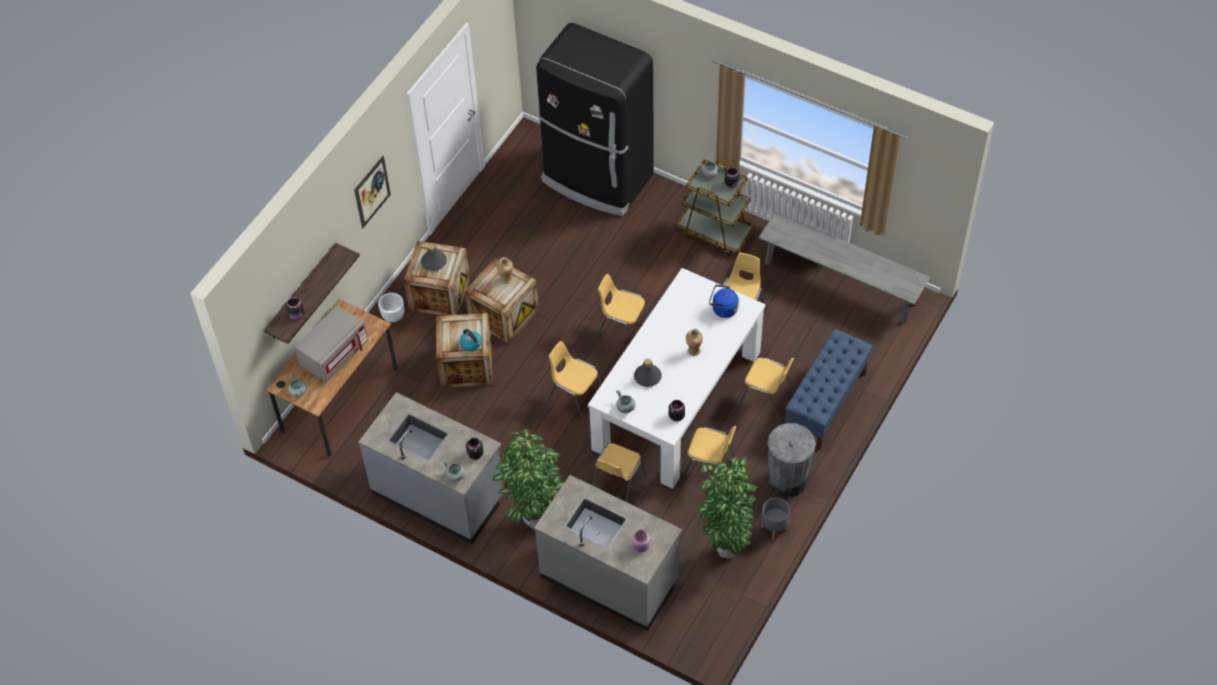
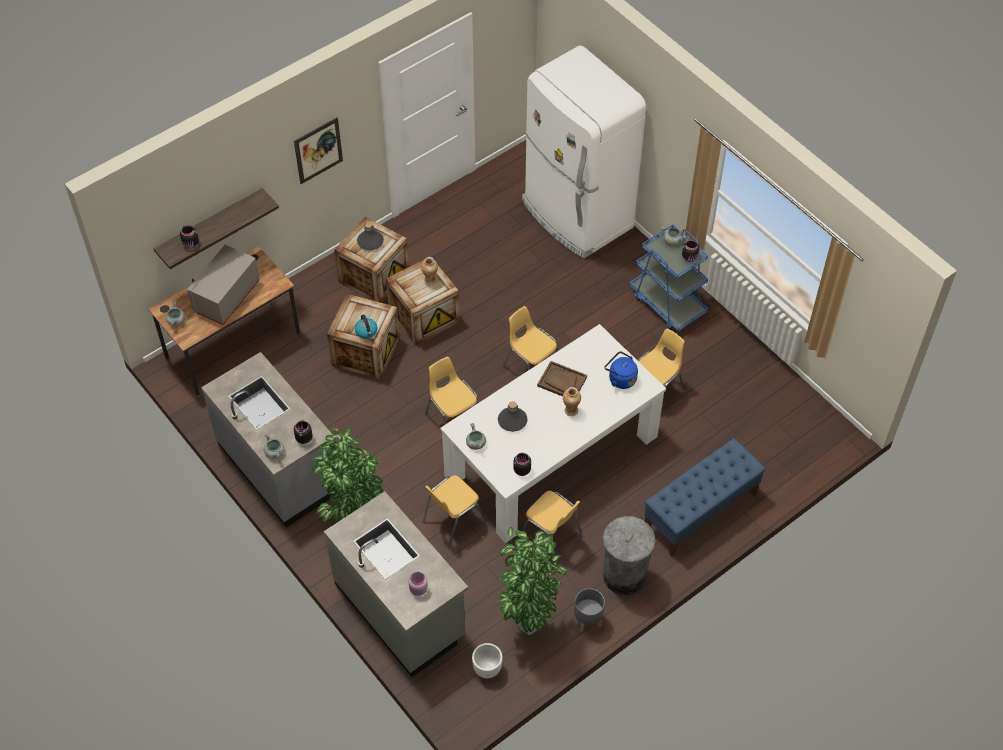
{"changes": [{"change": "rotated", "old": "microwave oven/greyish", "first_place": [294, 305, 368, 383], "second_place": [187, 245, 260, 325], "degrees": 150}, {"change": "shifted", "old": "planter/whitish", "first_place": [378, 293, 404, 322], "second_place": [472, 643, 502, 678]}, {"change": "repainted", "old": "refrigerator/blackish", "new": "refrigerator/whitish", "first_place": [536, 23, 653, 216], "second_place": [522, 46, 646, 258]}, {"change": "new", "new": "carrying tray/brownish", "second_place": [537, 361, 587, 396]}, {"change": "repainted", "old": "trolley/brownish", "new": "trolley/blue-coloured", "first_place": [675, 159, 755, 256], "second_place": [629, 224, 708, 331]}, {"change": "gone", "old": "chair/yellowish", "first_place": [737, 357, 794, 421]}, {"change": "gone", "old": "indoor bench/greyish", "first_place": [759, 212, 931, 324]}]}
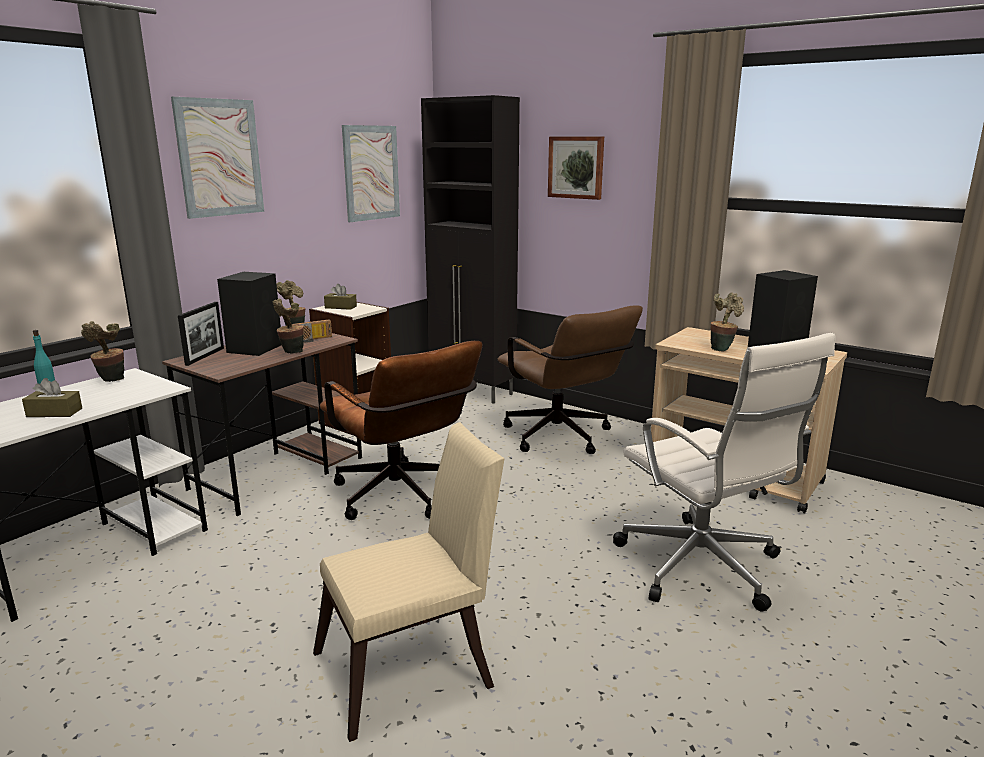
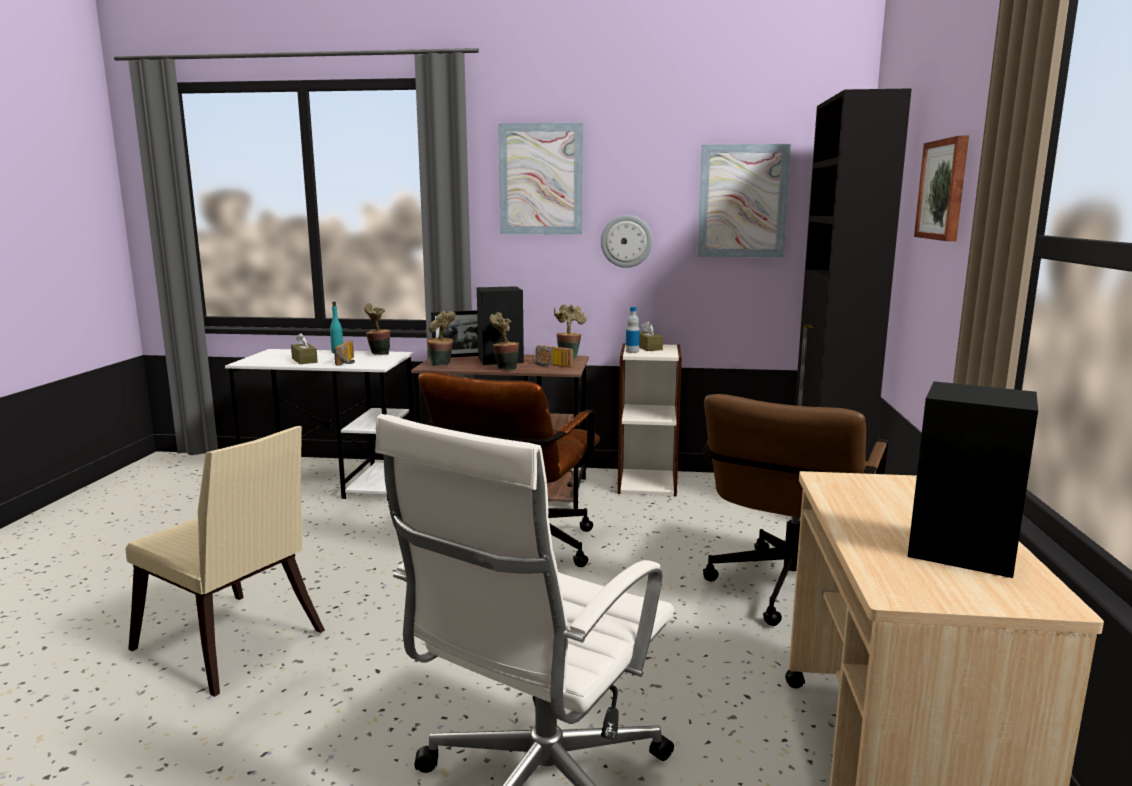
{"changes": [{"change": "new", "new": "radio set", "second_place": [334, 341, 355, 365]}, {"change": "shifted", "old": "plant in a pot", "first_place": [711, 292, 744, 351], "second_place": [427, 311, 456, 366]}, {"change": "new", "new": "hanging clock", "second_place": [601, 215, 653, 268]}, {"change": "new", "new": "bottle", "second_place": [626, 307, 640, 353]}]}
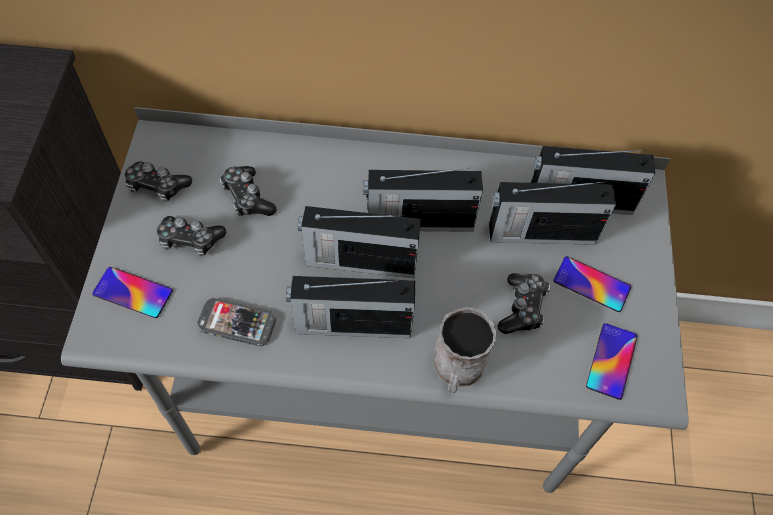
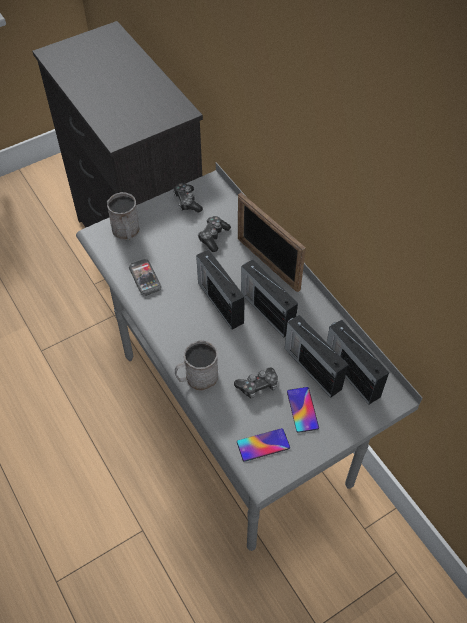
{"changes": [{"change": "swapped", "old": "telephone", "new": "mug/greyish", "first_place": [92, 267, 173, 318], "second_place": [107, 192, 140, 240]}, {"change": "new", "new": "standing frame", "second_place": [238, 193, 306, 292]}, {"change": "gone", "old": "joypad", "first_place": [157, 216, 226, 256]}, {"change": "gone", "old": "radio set", "first_place": [286, 276, 415, 338]}]}
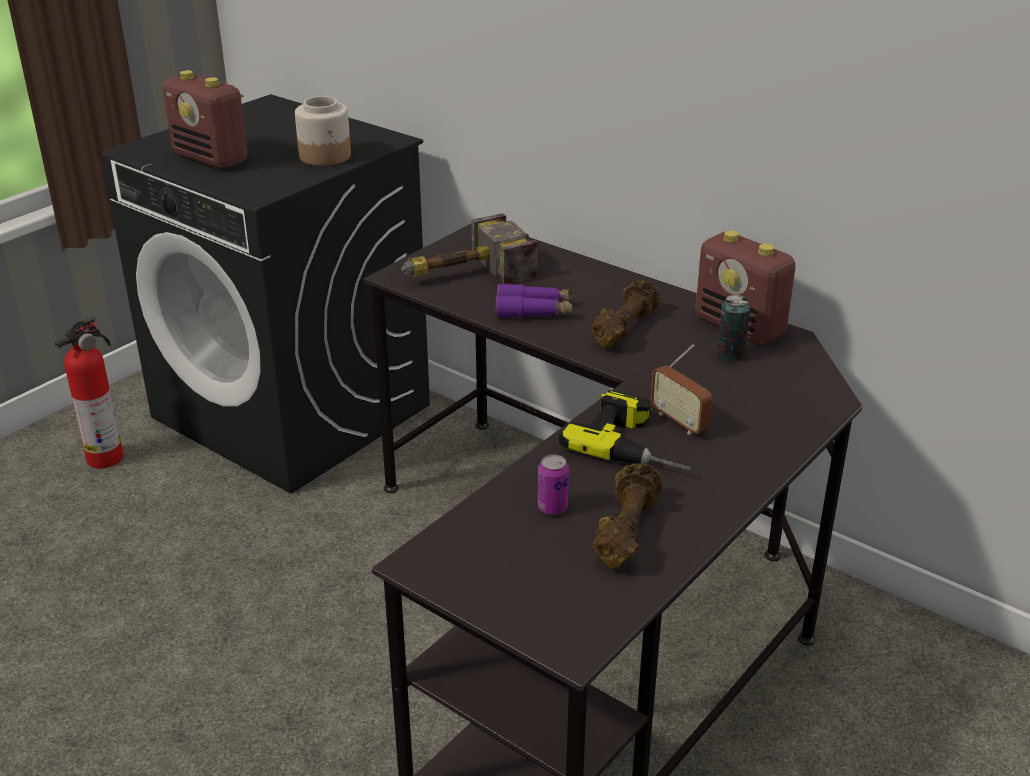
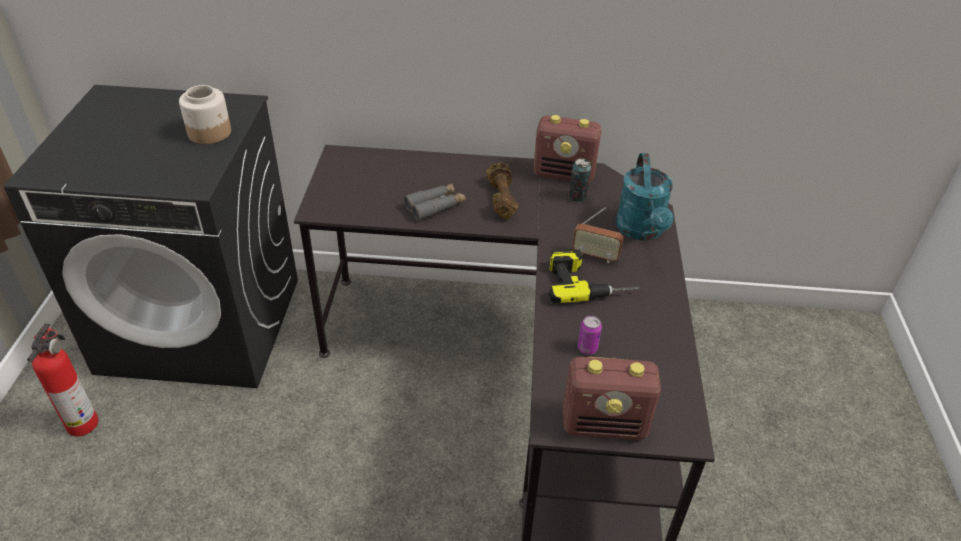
{"changes": [{"change": "repainted", "old": "pair of binoculars/purple", "new": "pair of binoculars/greyish", "first_place": [496, 284, 572, 318], "second_place": [404, 183, 466, 221]}, {"change": "shifted", "old": "radio set", "first_place": [163, 70, 248, 169], "second_place": [563, 357, 661, 440]}, {"change": "new", "new": "watering pot/turquoise-coloured", "second_place": [616, 153, 674, 241]}, {"change": "gone", "old": "hand hammer", "first_place": [401, 213, 537, 284]}, {"change": "gone", "old": "dumbbell/brownish", "first_place": [593, 463, 662, 569]}]}
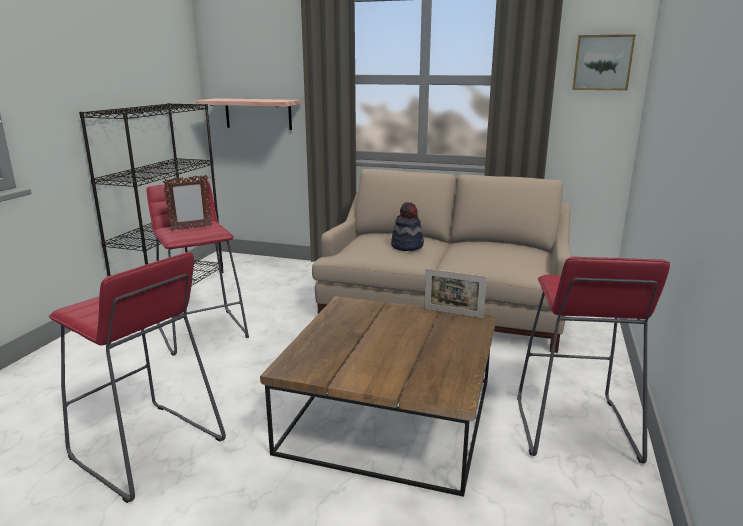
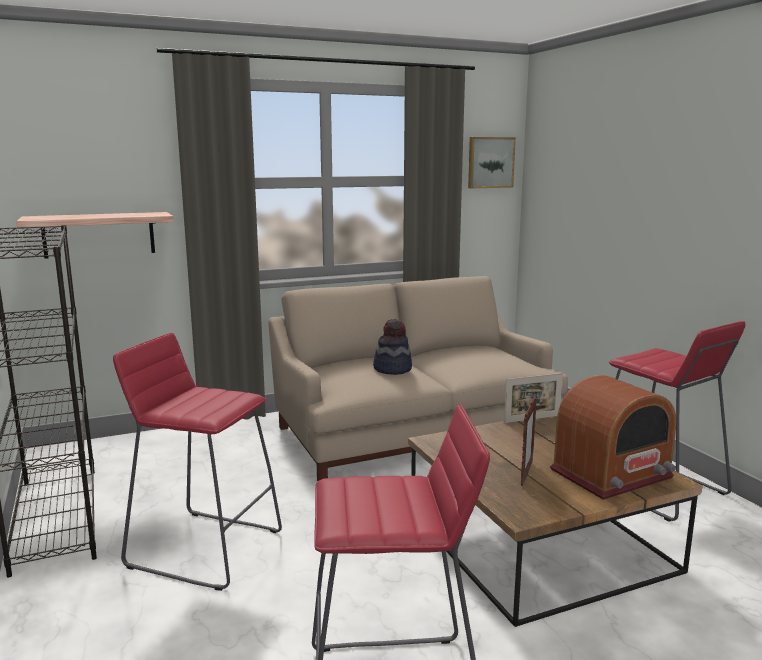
{"changes": [{"change": "shifted", "old": "standing frame", "first_place": [163, 175, 213, 231], "second_place": [521, 394, 537, 486]}, {"change": "new", "new": "radio set", "second_place": [550, 375, 676, 500]}]}
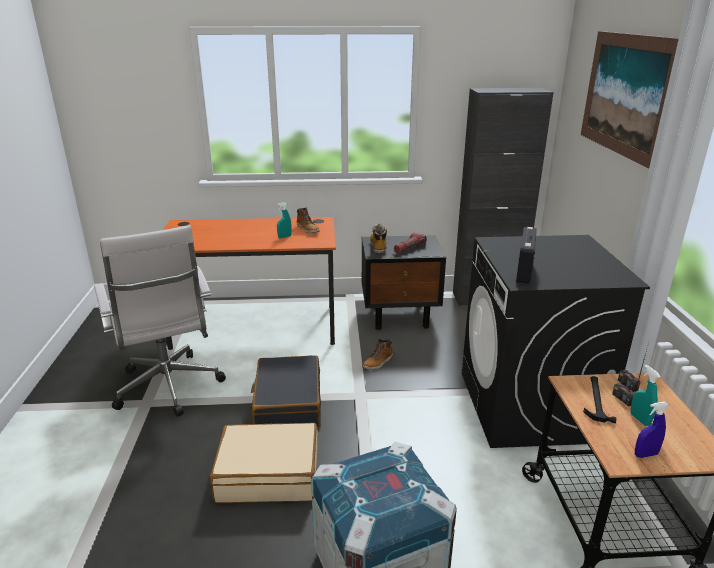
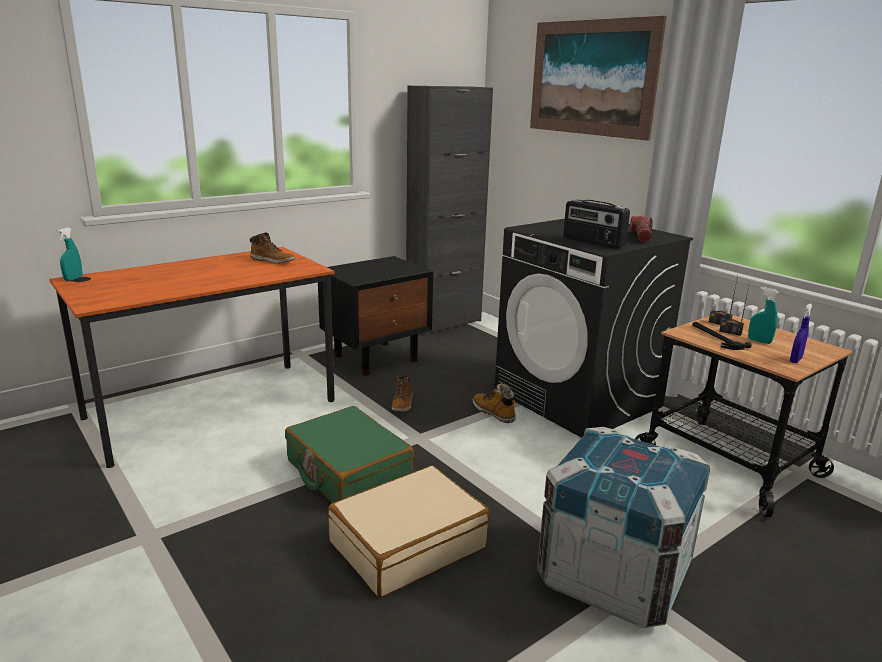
{"changes": [{"change": "shifted", "old": "sprayer/turquoise-coloured", "first_place": [277, 202, 292, 239], "second_place": [57, 227, 82, 281]}, {"change": "repainted", "old": "piece of luggage/blackish", "new": "piece of luggage/greenish", "first_place": [251, 355, 321, 428], "second_place": [285, 406, 414, 503]}, {"change": "shifted", "old": "tall boot", "first_place": [370, 224, 387, 254], "second_place": [473, 383, 516, 423]}, {"change": "rotated", "old": "radio set", "first_place": [516, 227, 537, 284], "second_place": [563, 199, 630, 249], "degrees": 150}, {"change": "shifted", "old": "hand torch", "first_place": [394, 233, 427, 254], "second_place": [630, 216, 653, 242]}, {"change": "gone", "old": "desk chair/whitish", "first_place": [94, 225, 226, 417]}]}
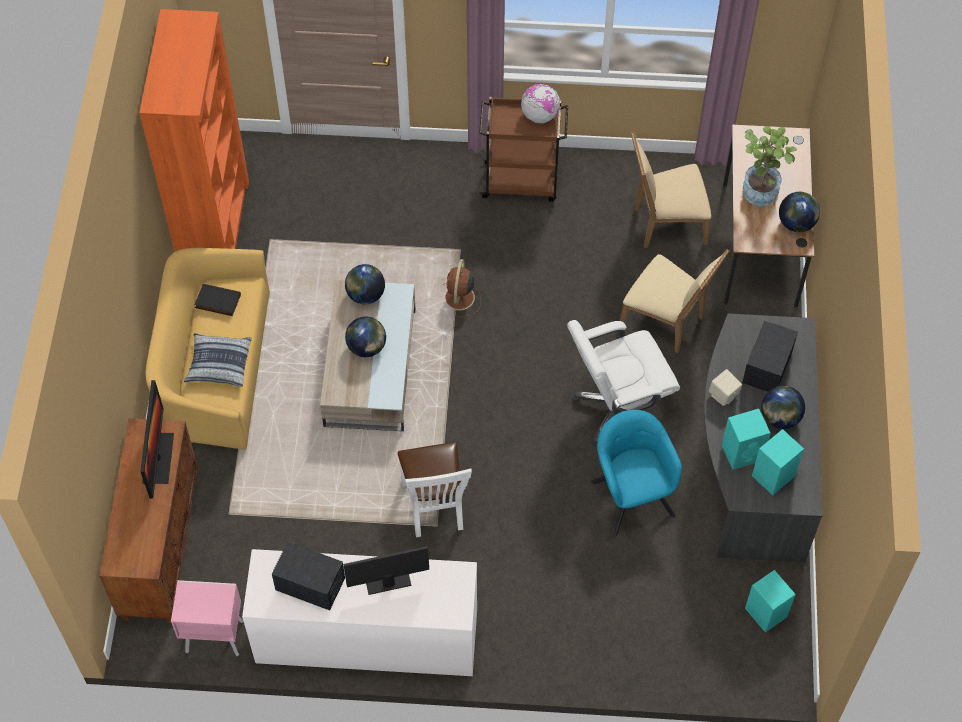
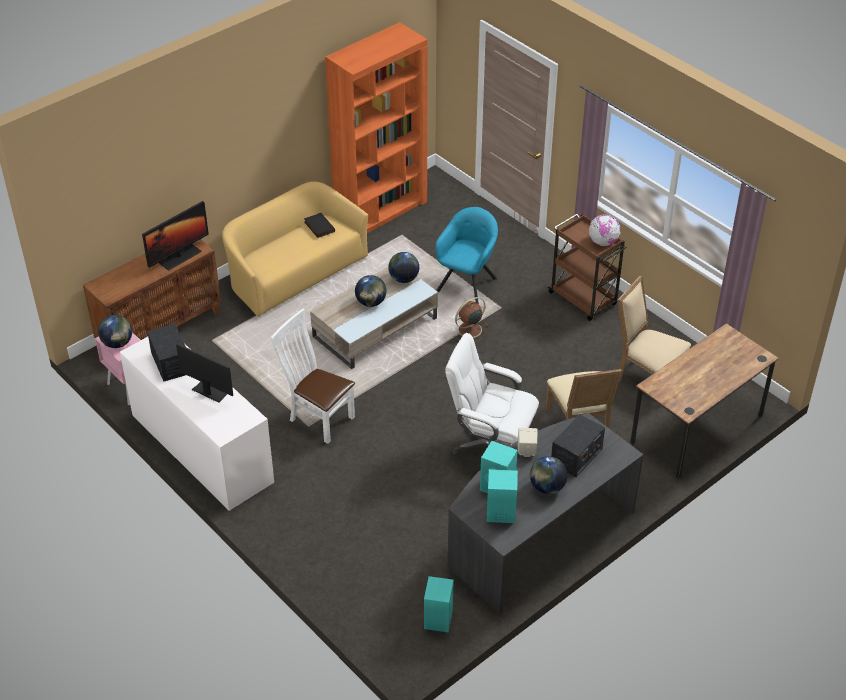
{"changes": [{"change": "shifted", "old": "world globe", "first_place": [779, 192, 820, 232], "second_place": [98, 315, 132, 348]}, {"change": "rotated", "old": "chair/whitish", "first_place": [398, 442, 472, 537], "second_place": [271, 309, 355, 444], "degrees": 90}, {"change": "shifted", "old": "easy chair/turquoise-coloured", "first_place": [591, 410, 682, 537], "second_place": [436, 207, 498, 304]}, {"change": "rotated", "old": "radio set", "first_place": [742, 320, 798, 392], "second_place": [551, 414, 605, 477], "degrees": 150}, {"change": "gone", "old": "cushion", "first_place": [184, 333, 252, 387]}, {"change": "gone", "old": "plant in a pot", "first_place": [743, 126, 797, 206]}]}
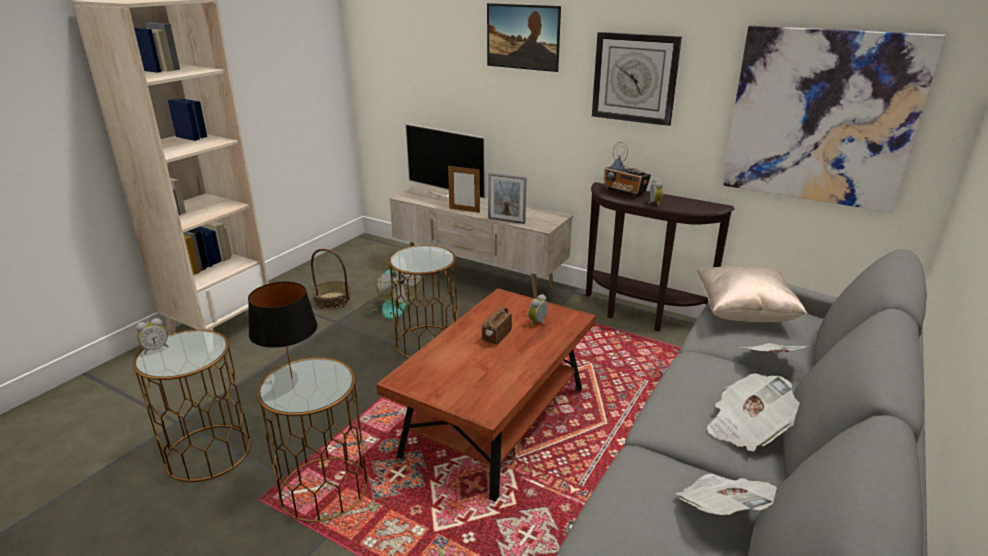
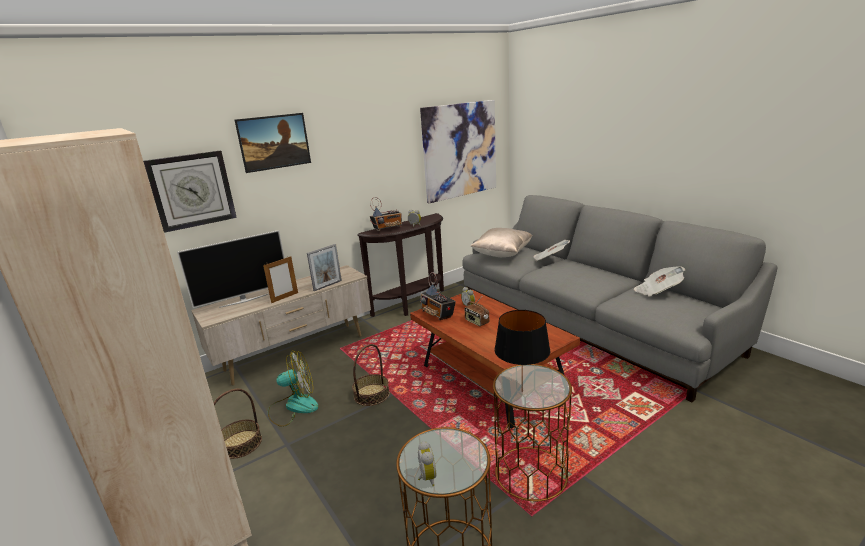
{"changes": [{"change": "shifted", "old": "hanging clock", "first_place": [592, 32, 682, 126], "second_place": [143, 151, 237, 233]}, {"change": "swapped", "old": "side table/brownish", "new": "household basket", "first_place": [388, 245, 457, 358], "second_place": [352, 344, 390, 406]}, {"change": "new", "new": "radio set", "second_place": [420, 272, 456, 320]}, {"change": "gone", "old": "printed paper", "first_place": [707, 373, 800, 452]}]}
